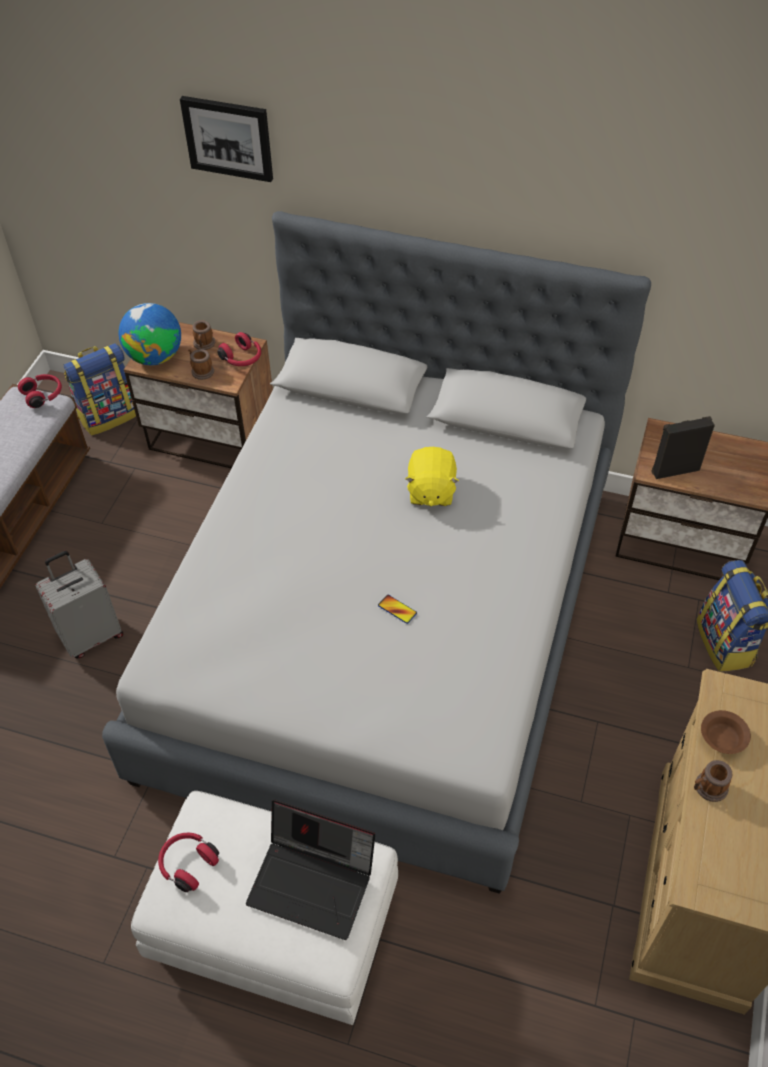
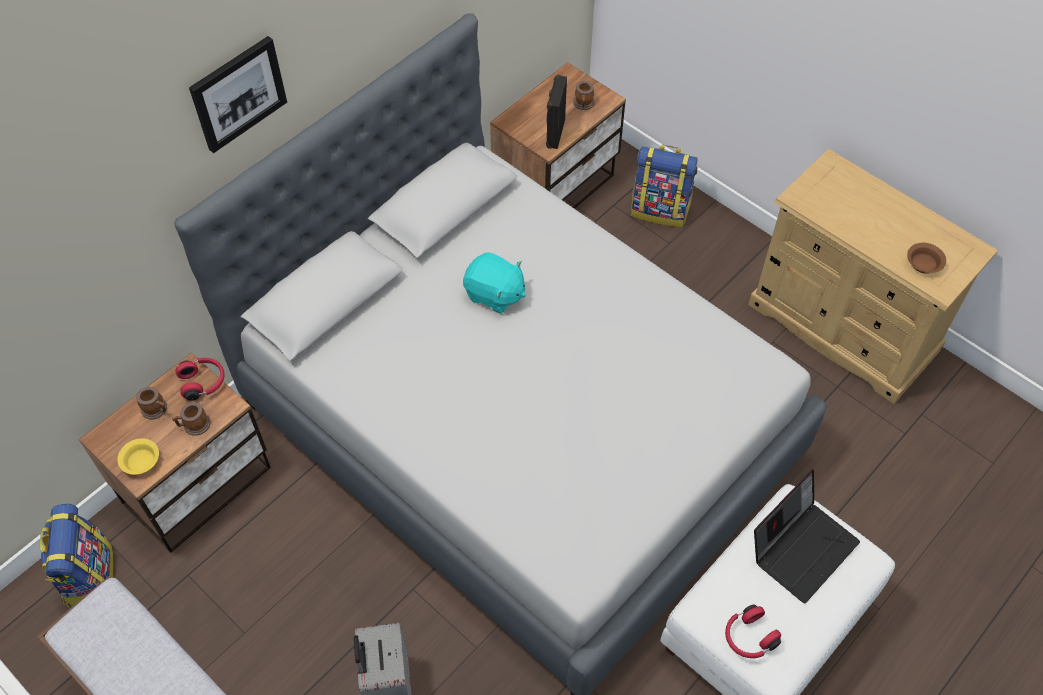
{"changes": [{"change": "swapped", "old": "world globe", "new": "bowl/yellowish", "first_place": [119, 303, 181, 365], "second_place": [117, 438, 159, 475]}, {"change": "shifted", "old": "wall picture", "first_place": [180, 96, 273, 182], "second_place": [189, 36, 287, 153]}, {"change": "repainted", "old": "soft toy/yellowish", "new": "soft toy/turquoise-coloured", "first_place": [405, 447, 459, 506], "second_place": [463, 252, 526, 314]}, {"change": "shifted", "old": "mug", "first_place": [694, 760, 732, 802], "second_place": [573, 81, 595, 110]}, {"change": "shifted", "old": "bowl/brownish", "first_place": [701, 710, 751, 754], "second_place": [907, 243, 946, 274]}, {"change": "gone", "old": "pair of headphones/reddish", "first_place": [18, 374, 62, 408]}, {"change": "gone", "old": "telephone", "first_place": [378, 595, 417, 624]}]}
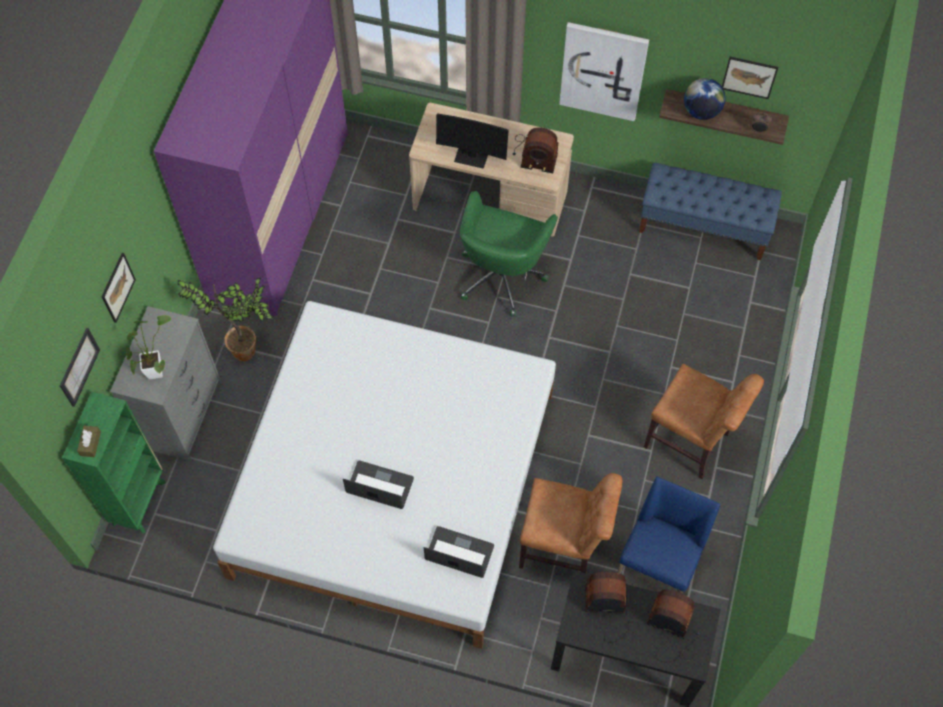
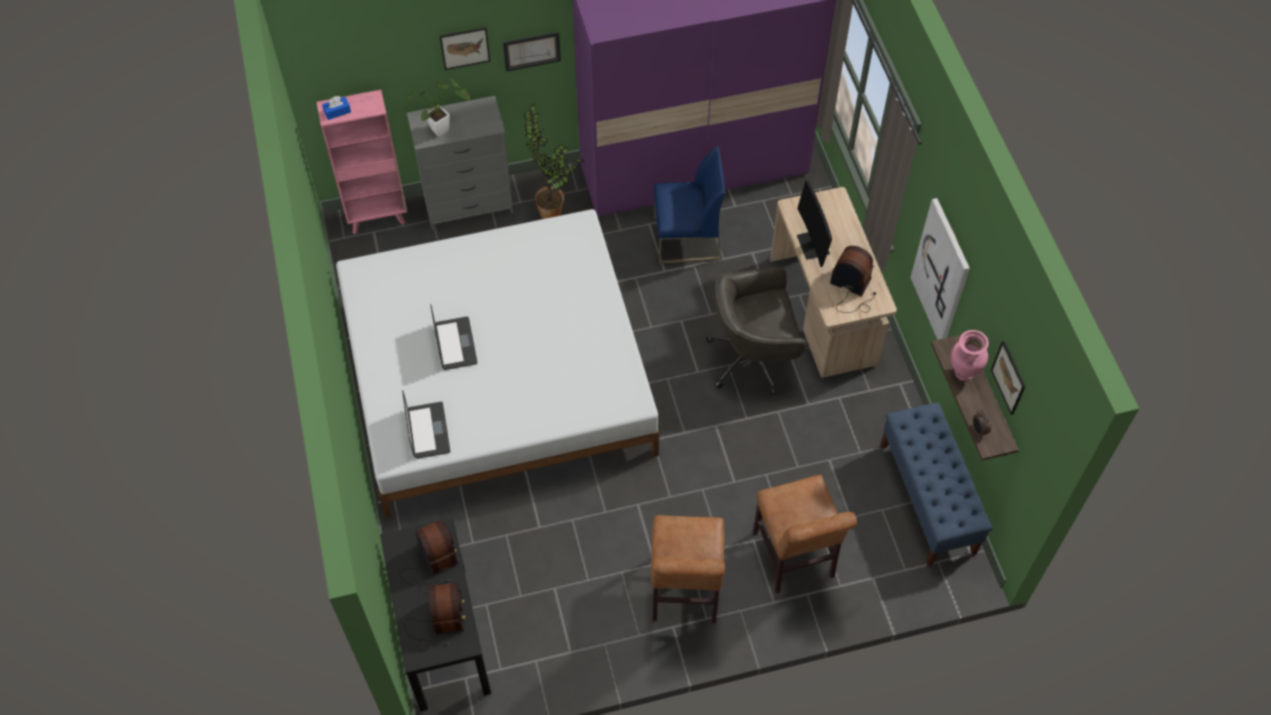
{"changes": [{"change": "repainted", "old": "bookcase/greenish", "new": "bookcase/pinkish", "first_place": [62, 392, 166, 534], "second_place": [316, 90, 407, 235]}, {"change": "repainted", "old": "tissue box/brownish", "new": "tissue box/blue-coloured", "first_place": [77, 426, 101, 457], "second_place": [322, 96, 351, 120]}, {"change": "shifted", "old": "wall picture", "first_place": [60, 328, 100, 407], "second_place": [503, 32, 561, 72]}, {"change": "shifted", "old": "chair/blue-coloured", "first_place": [618, 476, 720, 593], "second_place": [654, 146, 725, 264]}, {"change": "repainted", "old": "desk chair/greenish", "new": "desk chair/greyish", "first_place": [460, 191, 558, 317], "second_place": [706, 266, 807, 396]}, {"change": "shifted", "old": "chair/brownish", "first_place": [519, 473, 622, 574], "second_place": [753, 475, 857, 593]}, {"change": "rotated", "old": "radio set", "first_place": [513, 127, 558, 173], "second_place": [830, 246, 876, 313], "degrees": 135}, {"change": "swapped", "old": "world globe", "new": "flower vase/pinkish", "first_place": [684, 78, 725, 120], "second_place": [951, 330, 989, 381]}]}
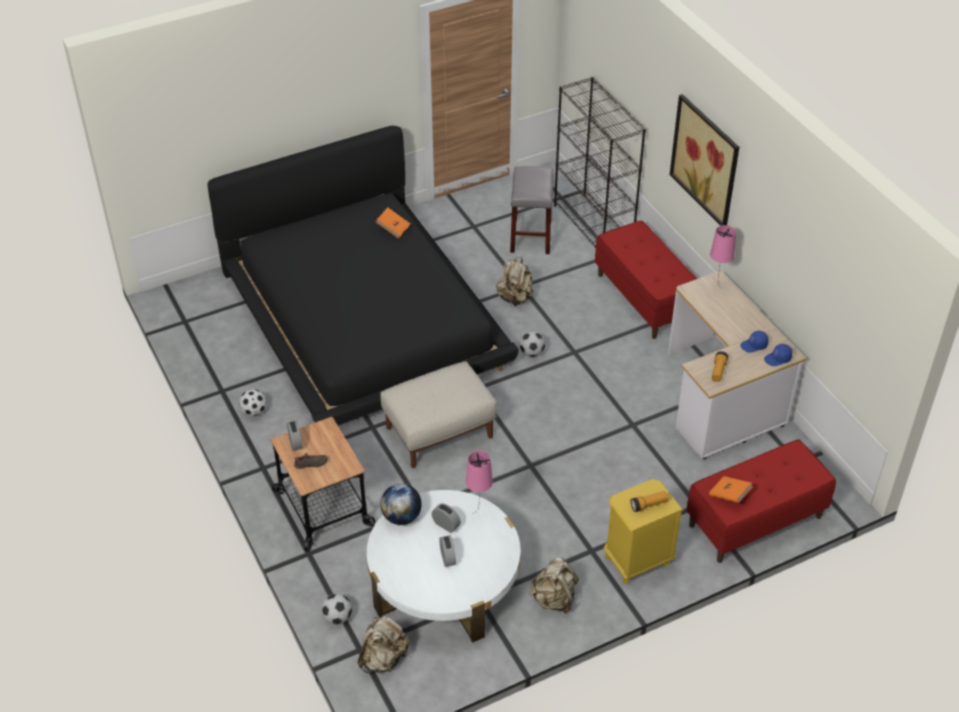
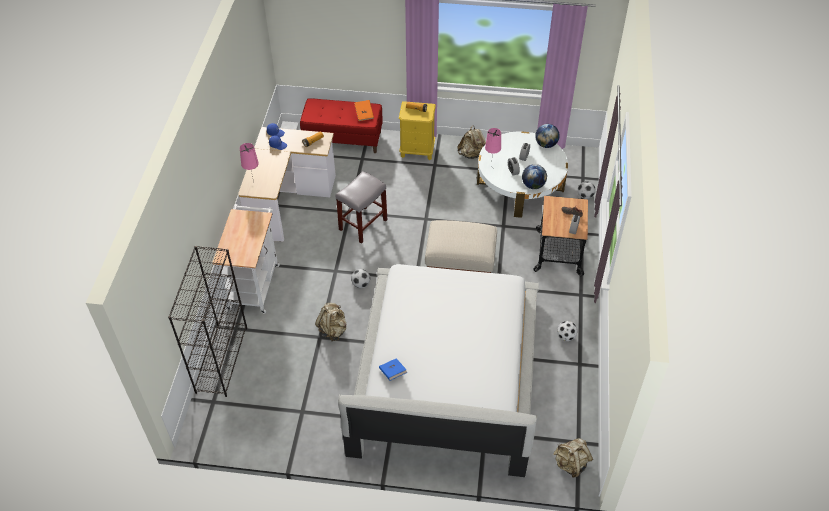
{"changes": [{"change": "swapped", "old": "indoor bench/reddish", "new": "trolley/whitish", "first_place": [595, 221, 697, 339], "second_place": [212, 204, 280, 314]}, {"change": "shifted", "old": "stool/greyish", "first_place": [510, 166, 554, 254], "second_place": [336, 171, 387, 244]}, {"change": "repainted", "old": "sleeping bed/blackish", "new": "sleeping bed/whitish", "first_place": [207, 126, 519, 426], "second_place": [338, 264, 539, 477]}, {"change": "repainted", "old": "volume/orangey", "new": "volume/blue-coloured", "first_place": [376, 208, 410, 239], "second_place": [379, 358, 407, 381]}, {"change": "new", "new": "world globe", "second_place": [535, 124, 560, 148]}, {"change": "shifted", "old": "rucksack/sand-coloured", "first_place": [358, 616, 409, 673], "second_place": [553, 438, 593, 478]}, {"change": "gone", "old": "wall picture", "first_place": [670, 94, 739, 226]}]}
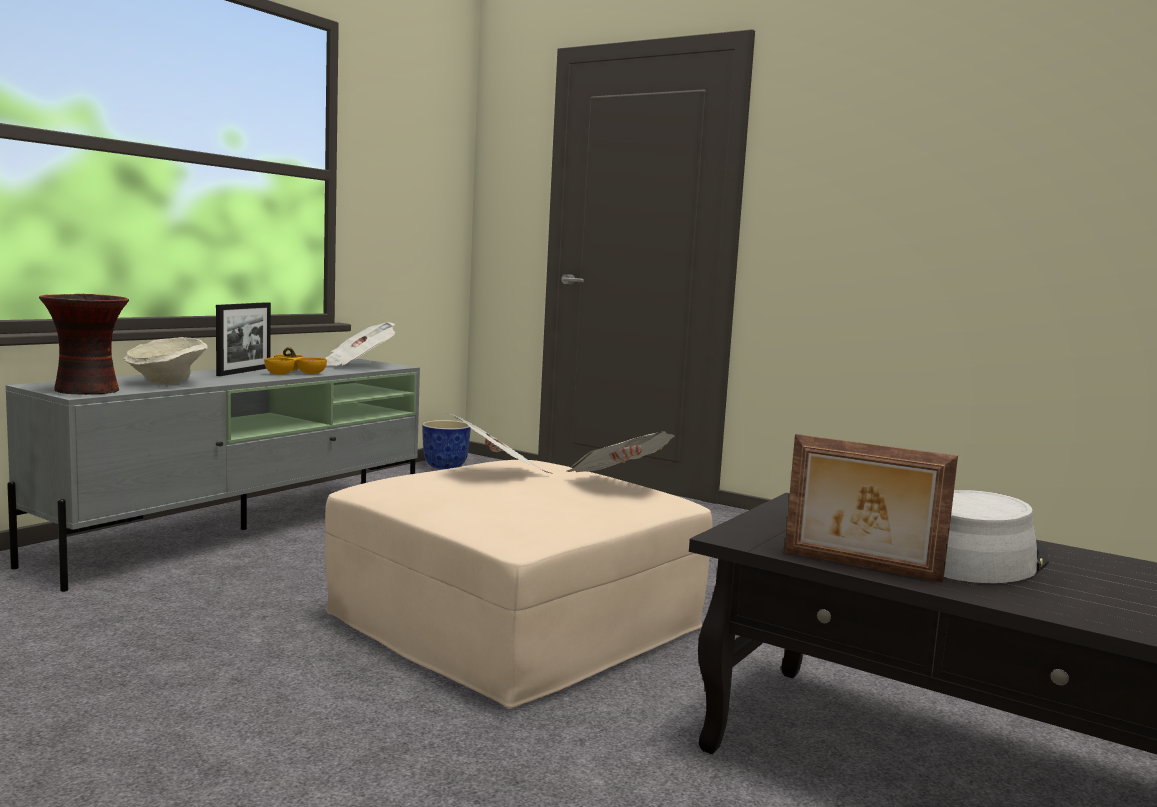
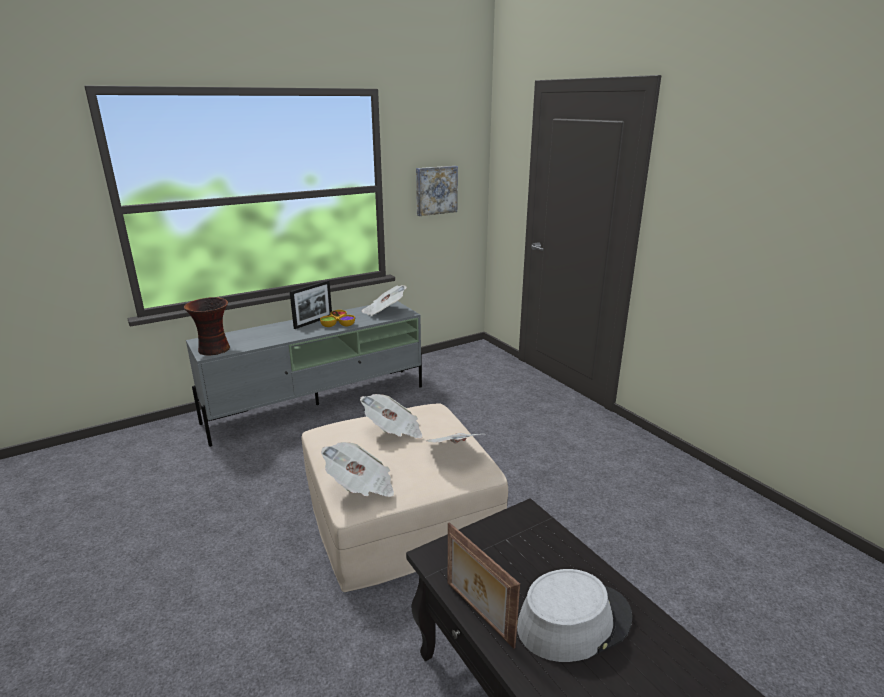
{"changes": [{"change": "new", "new": "printed paper", "second_place": [321, 442, 394, 497]}, {"change": "new", "new": "wall picture", "second_place": [416, 166, 458, 216]}, {"change": "gone", "old": "bowl/sand-coloured", "first_place": [123, 337, 208, 385]}, {"change": "gone", "old": "planter", "first_place": [422, 420, 471, 469]}]}
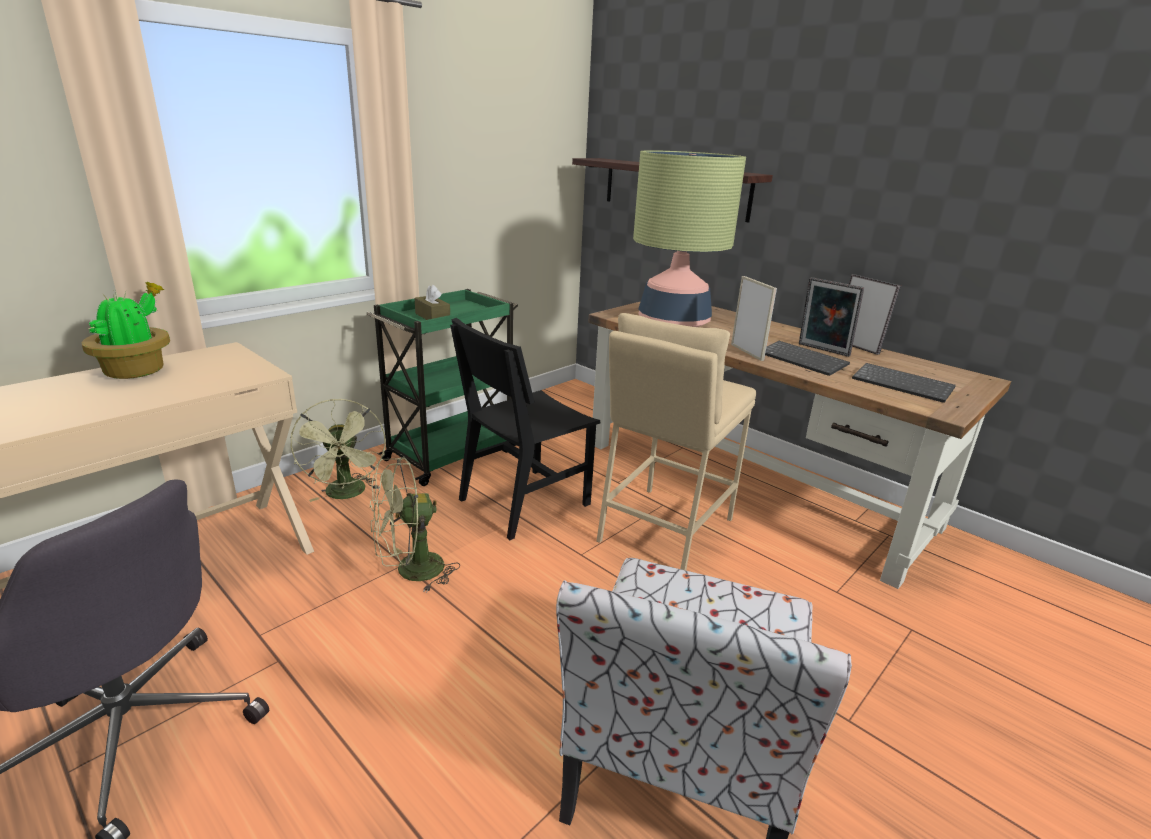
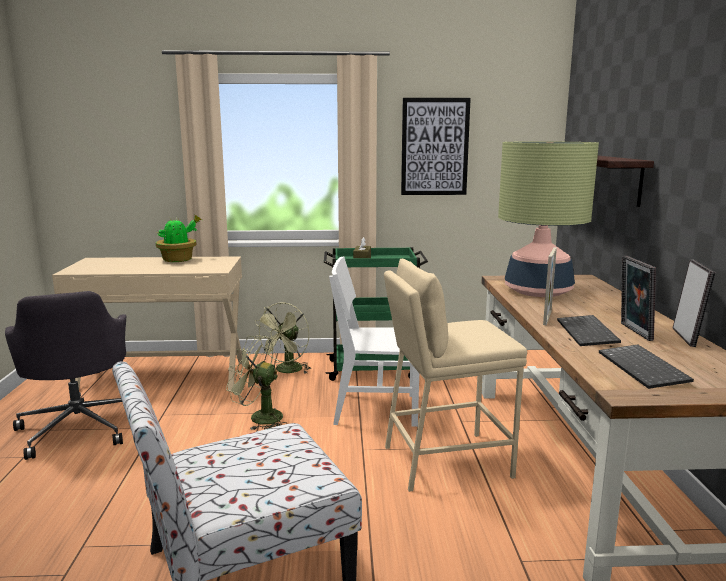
{"changes": [{"change": "repainted", "old": "chair/blackish", "new": "chair/whitish", "first_place": [450, 318, 600, 540], "second_place": [329, 257, 419, 427]}, {"change": "new", "new": "wall picture", "second_place": [401, 98, 471, 195]}]}
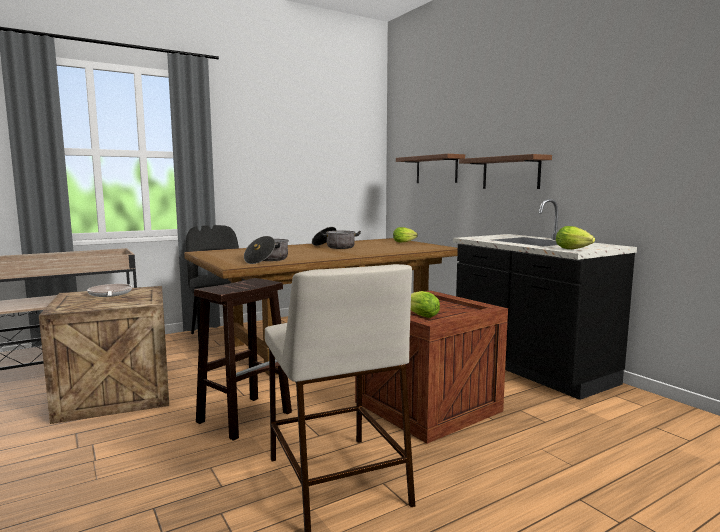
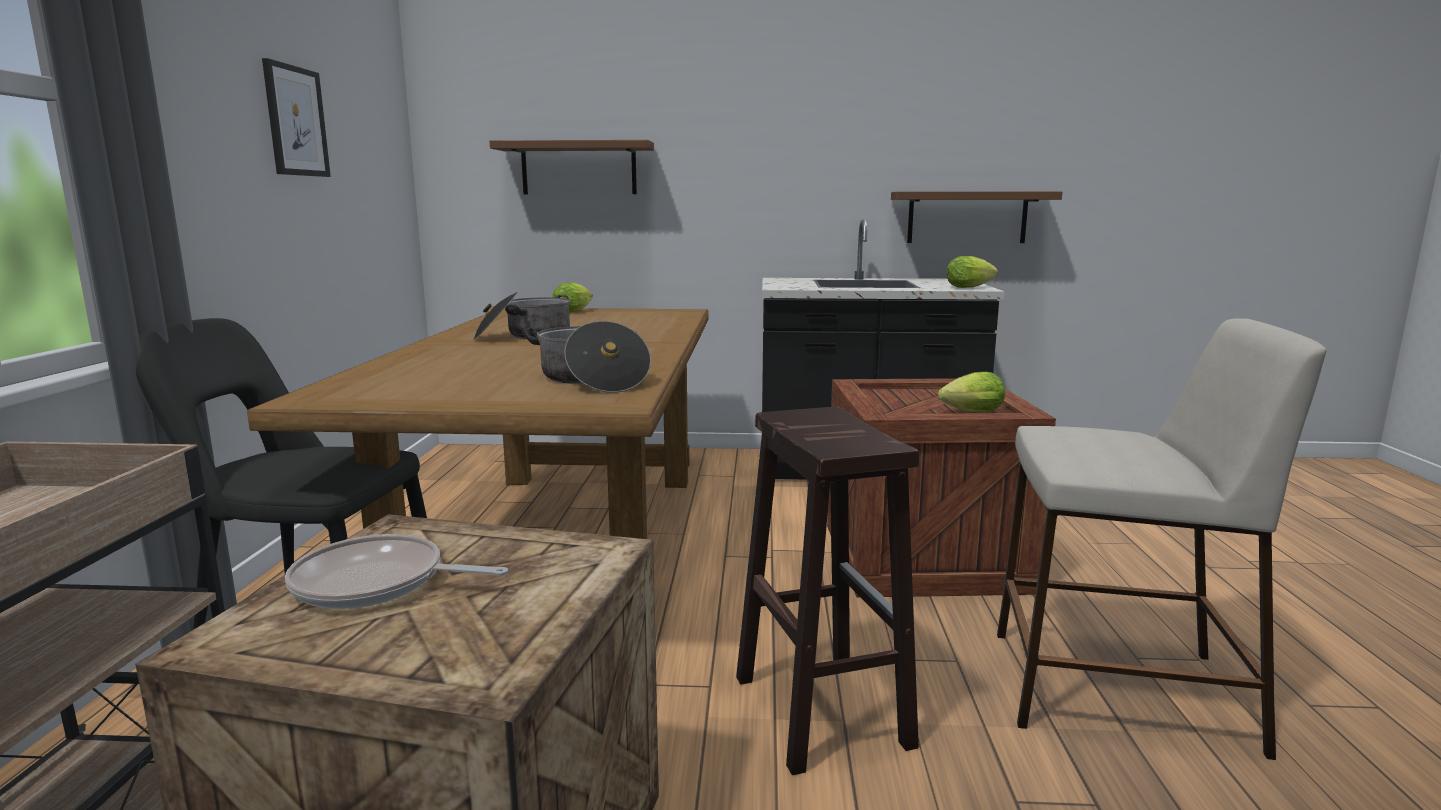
{"changes": [{"change": "new", "new": "wall picture", "second_place": [262, 58, 331, 177]}, {"change": "shifted", "old": "wall shelf/brownish", "first_place": [459, 154, 552, 189], "second_place": [891, 191, 1062, 243]}]}
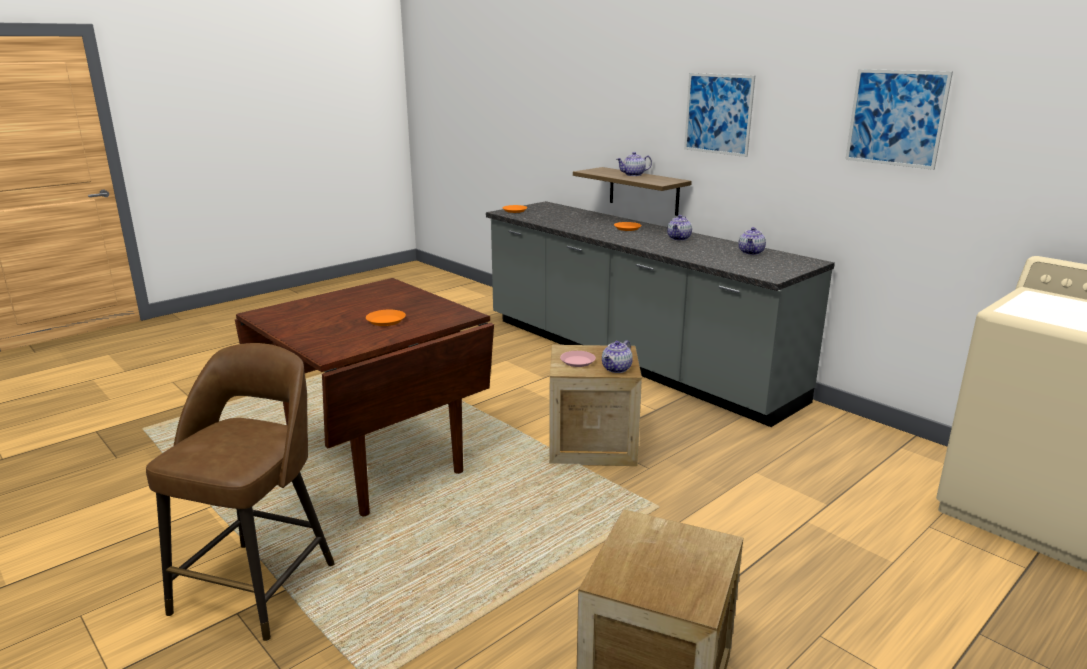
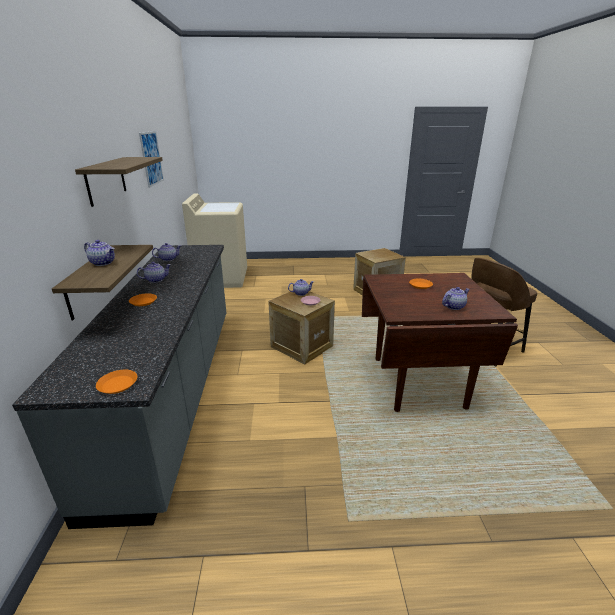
{"changes": [{"change": "swapped", "old": "wall picture", "new": "wall shelf", "first_place": [684, 73, 756, 157], "second_place": [75, 157, 163, 207]}, {"change": "new", "new": "tea pot", "second_place": [442, 287, 470, 310]}]}
